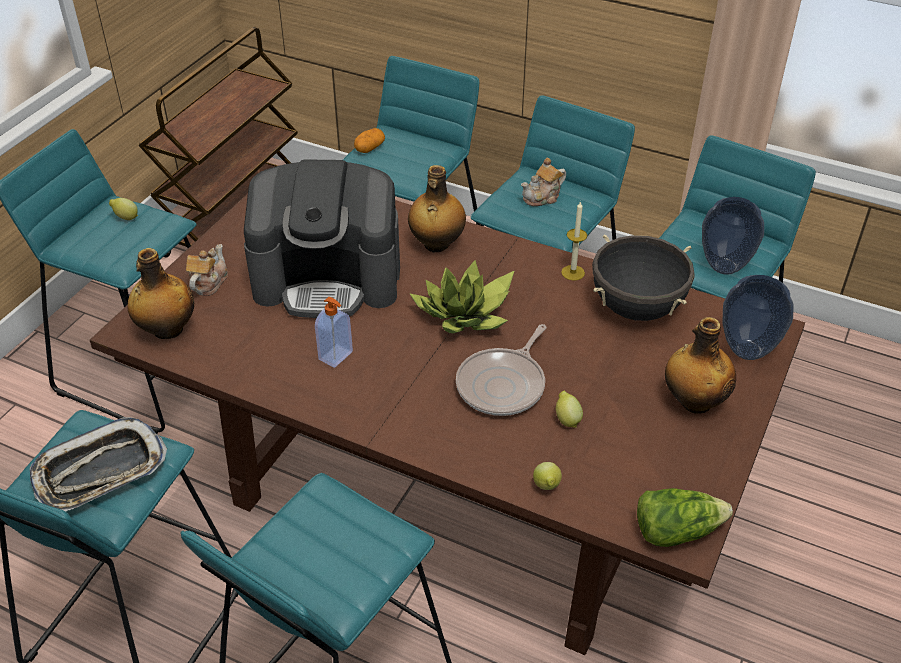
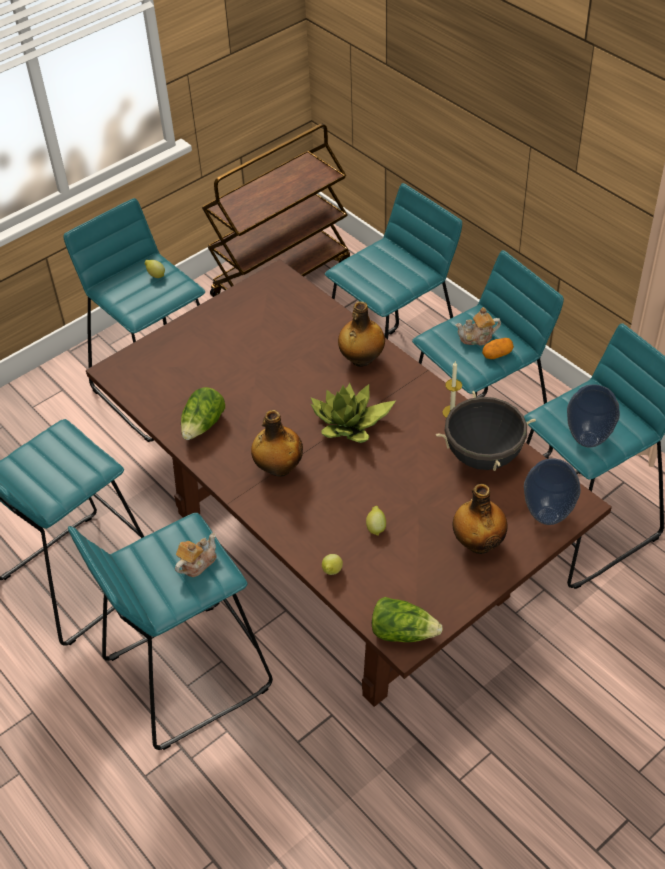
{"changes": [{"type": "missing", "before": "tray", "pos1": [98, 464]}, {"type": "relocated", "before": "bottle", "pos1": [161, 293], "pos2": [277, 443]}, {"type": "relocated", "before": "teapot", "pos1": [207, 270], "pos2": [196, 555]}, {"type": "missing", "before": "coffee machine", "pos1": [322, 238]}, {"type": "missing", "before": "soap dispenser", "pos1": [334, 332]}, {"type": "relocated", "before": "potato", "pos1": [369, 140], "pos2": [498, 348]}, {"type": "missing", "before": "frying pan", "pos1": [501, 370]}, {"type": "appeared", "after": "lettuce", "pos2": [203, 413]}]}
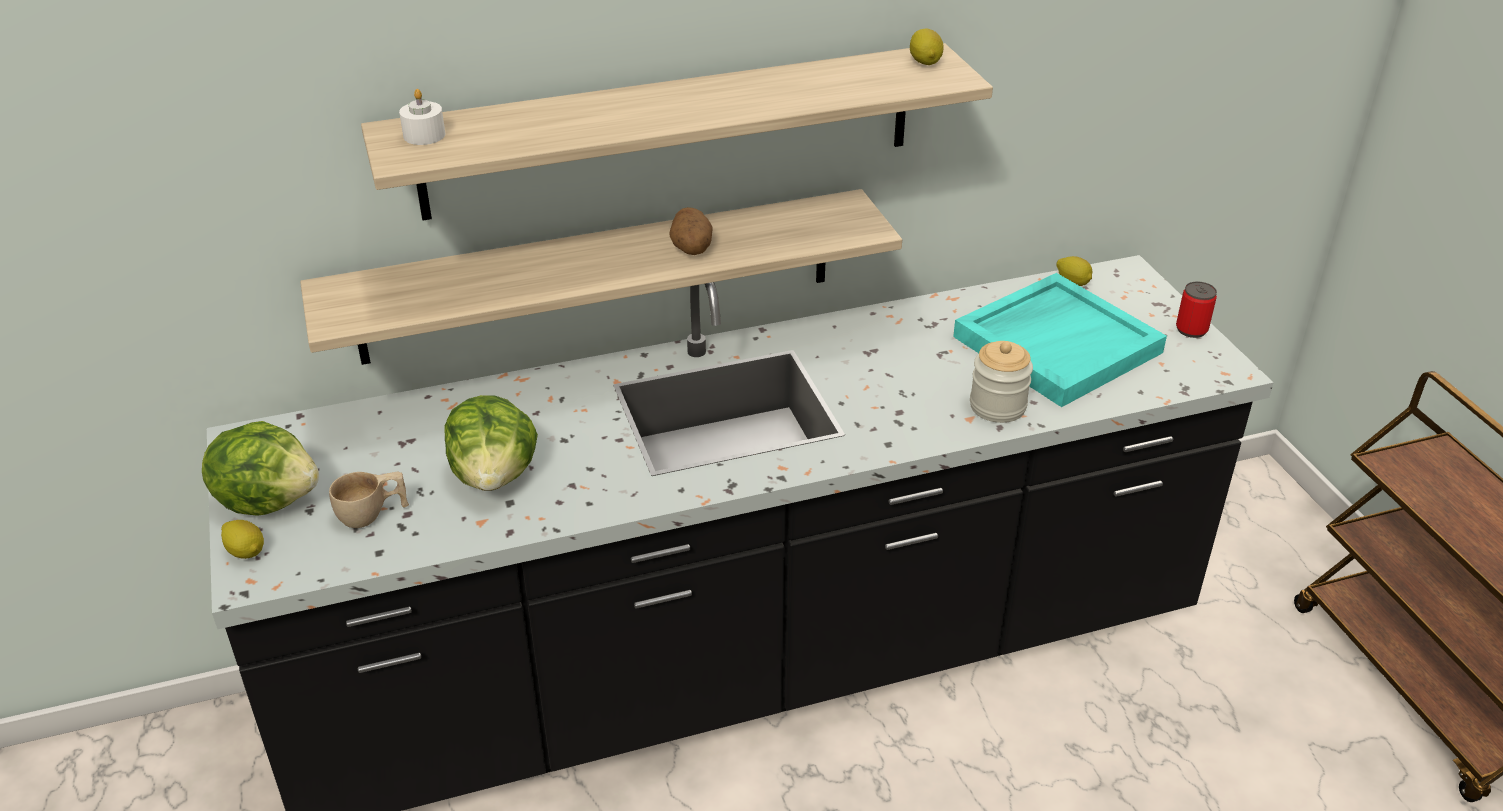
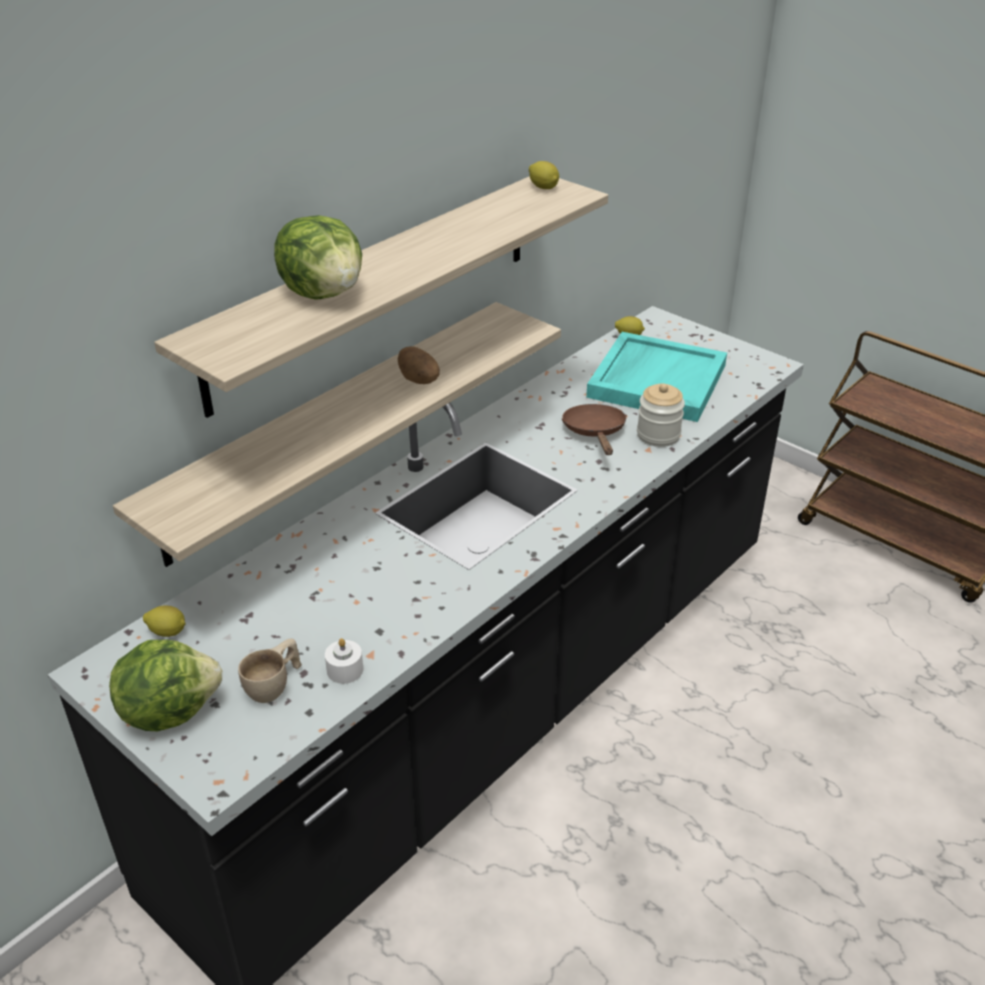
{"changes": [{"type": "relocated", "before": "lemon", "pos1": [242, 539], "pos2": [164, 621]}, {"type": "relocated", "before": "white candle", "pos1": [422, 117], "pos2": [344, 661]}, {"type": "relocated", "before": "lettuce", "pos1": [491, 443], "pos2": [318, 257]}, {"type": "missing", "before": "can", "pos1": [1196, 309]}, {"type": "appeared", "after": "brown frying pan", "pos2": [594, 429]}]}
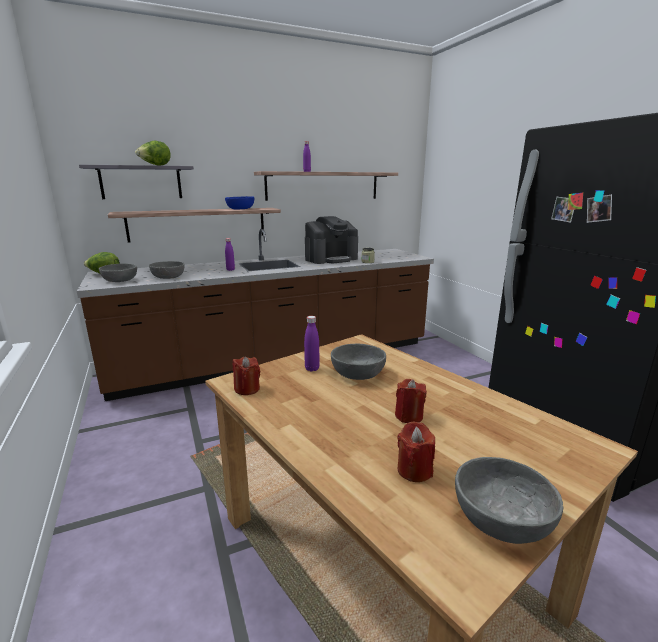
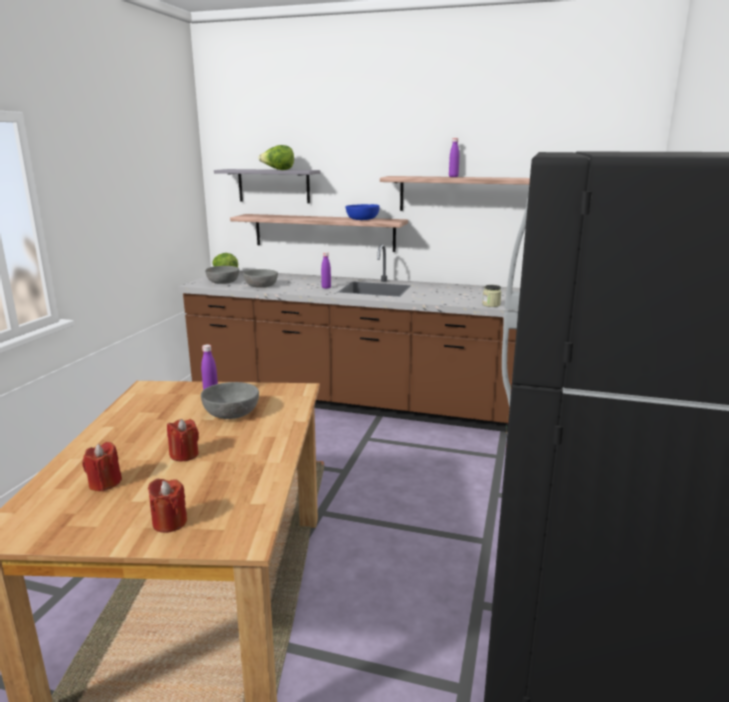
{"changes": [{"type": "relocated", "before": "red candle", "pos1": [246, 375], "pos2": [167, 506]}, {"type": "missing", "before": "coffee machine", "pos1": [331, 240]}, {"type": "missing", "before": "grey bowl", "pos1": [509, 500]}]}
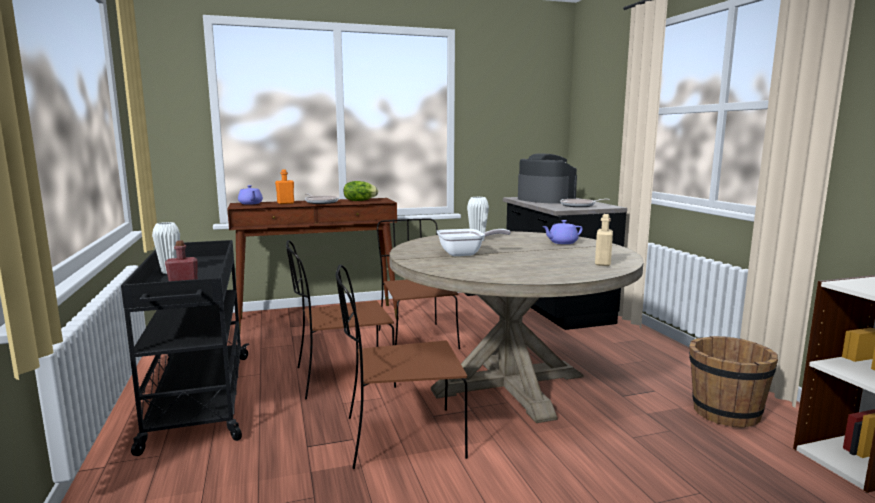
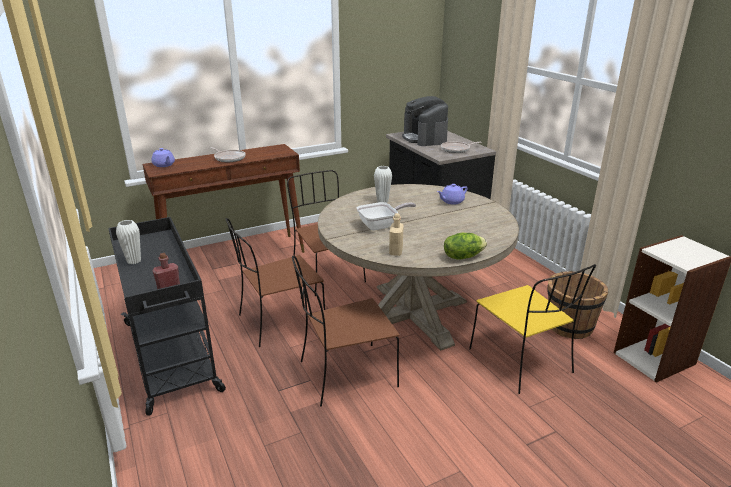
{"changes": [{"type": "missing", "before": "orange bottle", "pos1": [284, 186]}, {"type": "relocated", "before": "lettuce", "pos1": [360, 191], "pos2": [465, 246]}, {"type": "spun", "before": "coffee machine", "pos1": [547, 178], "pos2": [425, 121], "turn": -150}, {"type": "relocated", "before": "beige bottle", "pos1": [604, 240], "pos2": [396, 234]}, {"type": "appeared", "after": "yellow chair", "pos2": [532, 329]}]}
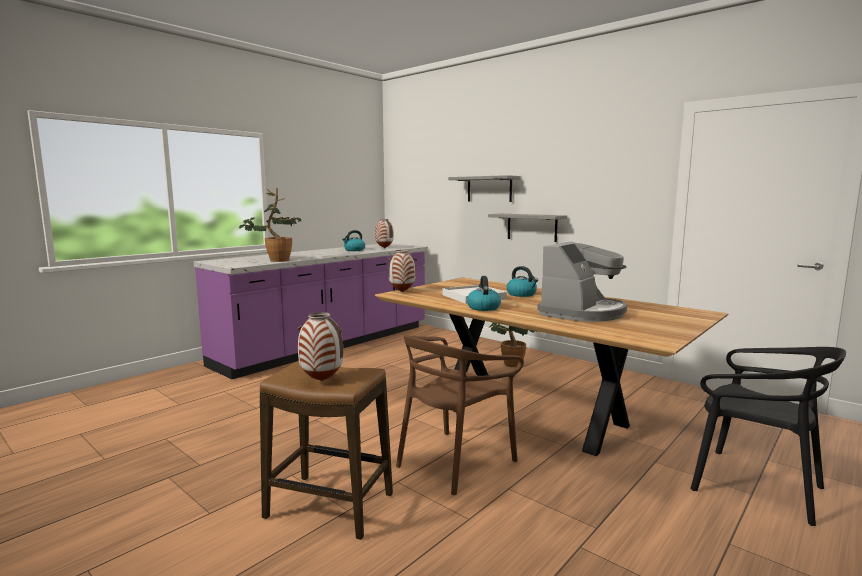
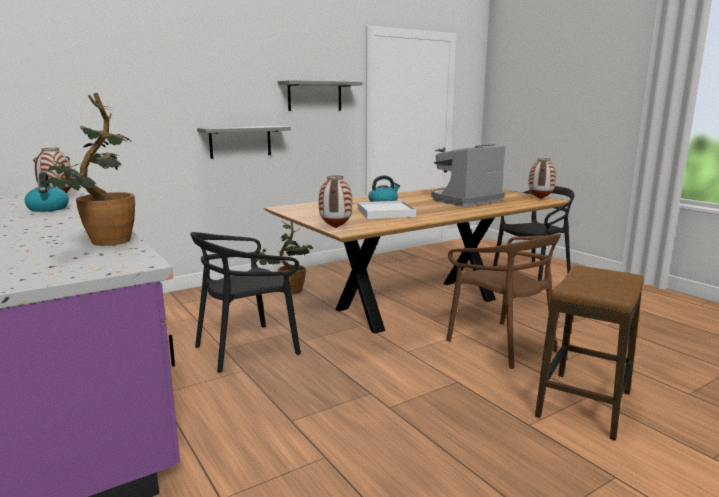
{"changes": [{"type": "relocated", "before": "vase", "pos1": [320, 346], "pos2": [542, 178]}, {"type": "relocated", "before": "grey shelf", "pos1": [484, 188], "pos2": [320, 95]}, {"type": "missing", "before": "kettle", "pos1": [484, 293]}, {"type": "spun", "before": "coffee machine", "pos1": [582, 281], "pos2": [468, 175], "turn": -90}, {"type": "appeared", "after": "black chair", "pos2": [245, 302]}]}
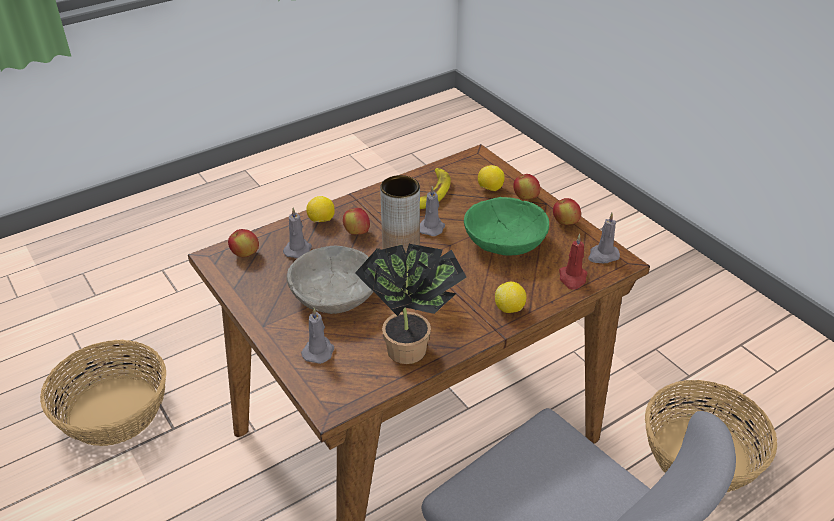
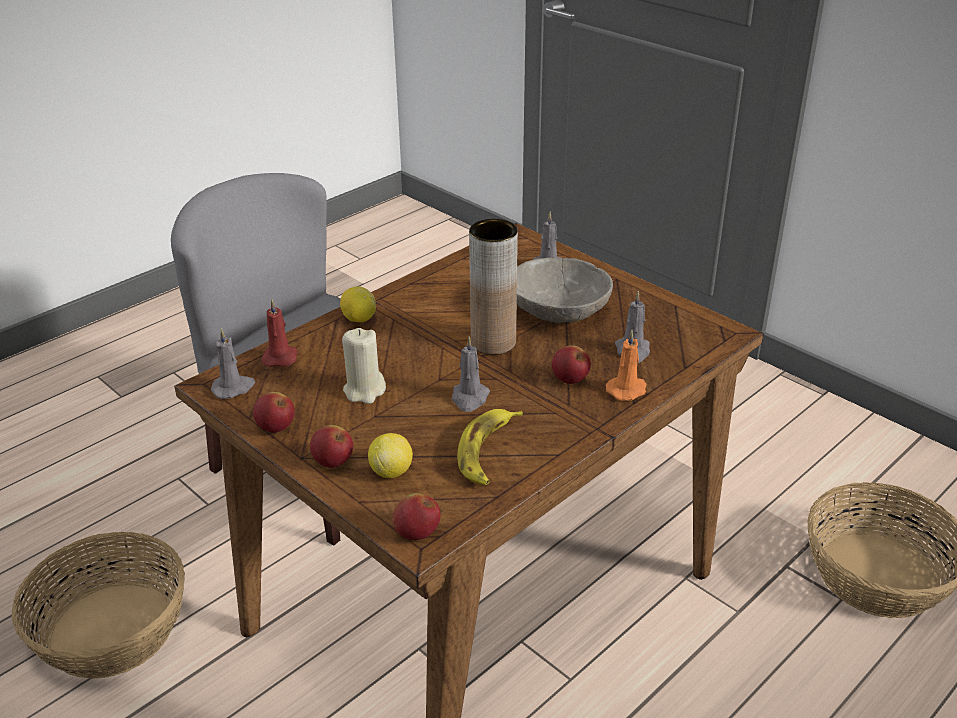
{"changes": [{"type": "relocated", "before": "apple", "pos1": [243, 243], "pos2": [416, 516]}, {"type": "exchanged", "before": "lemon", "after": "orange candle", "pos1": [320, 209], "pos2": [626, 365]}, {"type": "missing", "before": "potted plant", "pos1": [410, 304]}, {"type": "exchanged", "before": "green bowl", "after": "beige candle", "pos1": [506, 226], "pos2": [364, 366]}]}
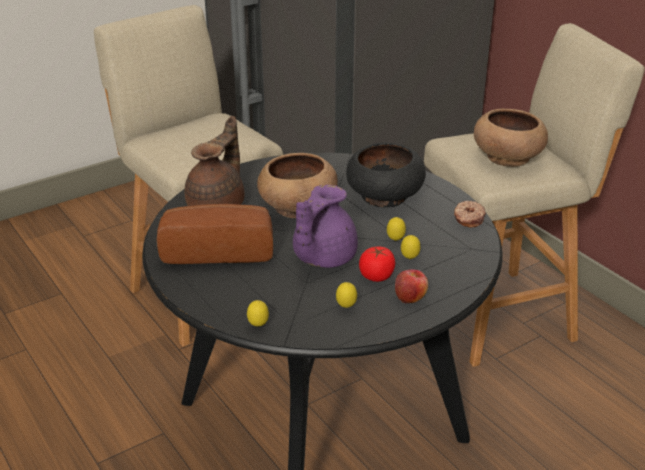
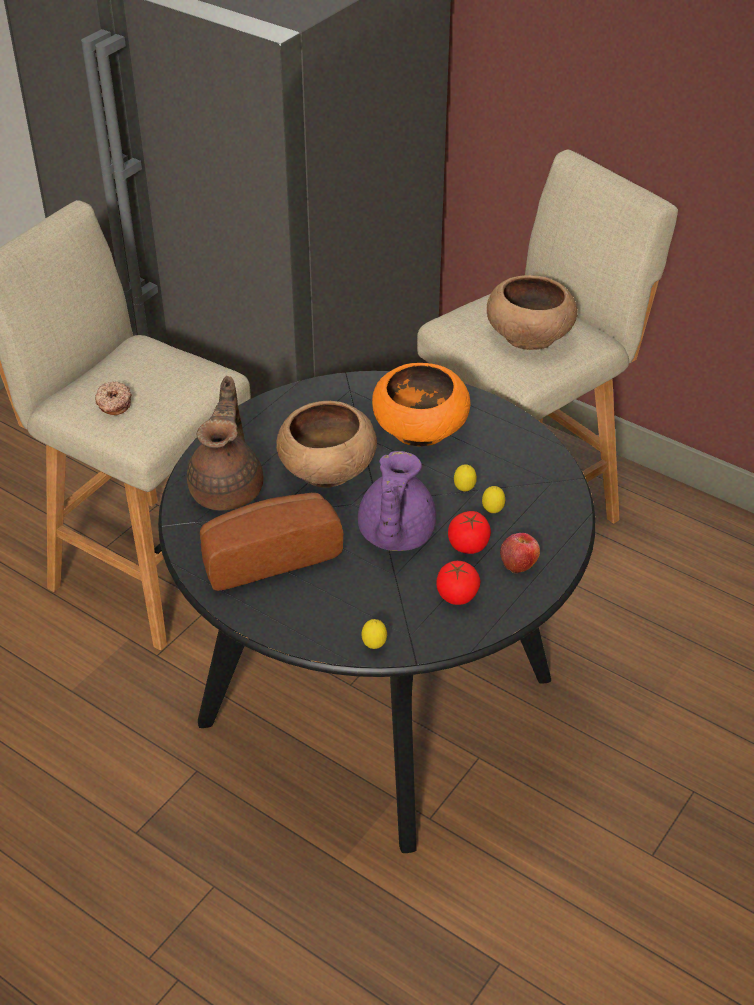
{"changes": [{"type": "exchanged", "before": "lemon", "after": "tomato", "pos1": [346, 295], "pos2": [458, 583]}, {"type": "colour", "before": "black bowl", "after": "orange bowl", "pos1": [386, 174], "pos2": [421, 405]}, {"type": "relocated", "before": "donut", "pos1": [470, 214], "pos2": [113, 398]}]}
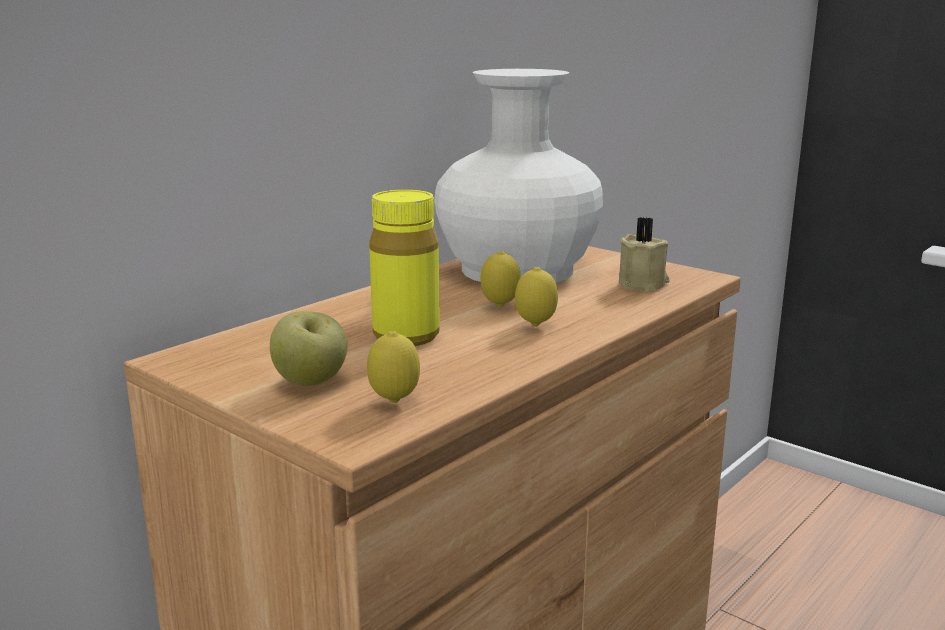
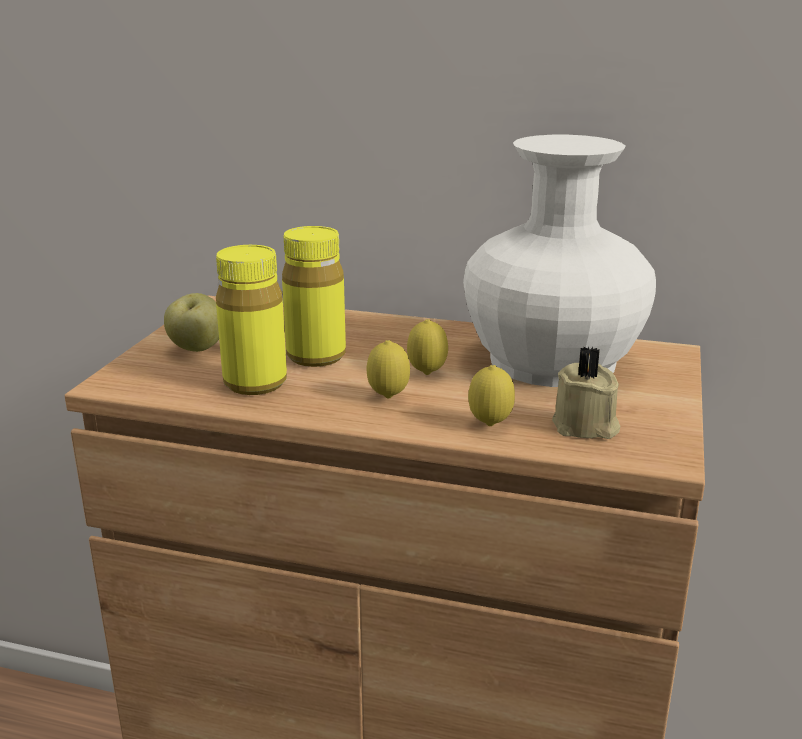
{"changes": [{"type": "relocated", "before": "lemon", "pos1": [393, 367], "pos2": [491, 395]}, {"type": "appeared", "after": "yellow bottle", "pos2": [251, 320]}]}
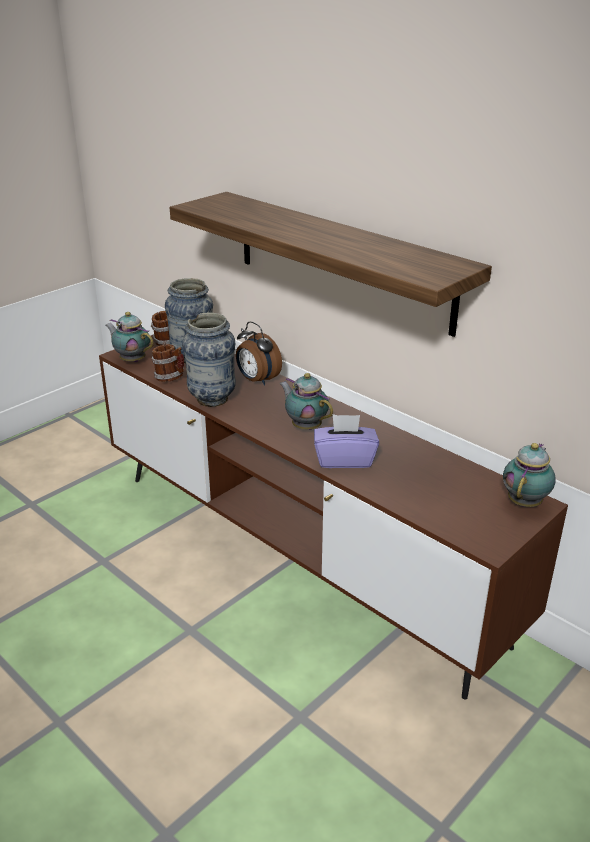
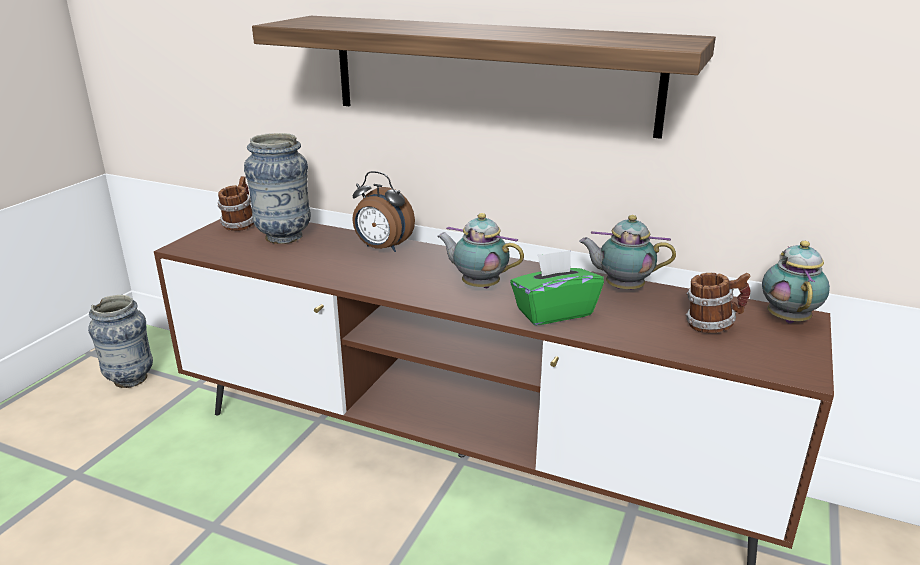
{"changes": [{"type": "relocated", "before": "teapot", "pos1": [129, 337], "pos2": [627, 252]}, {"type": "relocated", "before": "mug", "pos1": [167, 363], "pos2": [718, 303]}, {"type": "relocated", "before": "vase", "pos1": [209, 360], "pos2": [120, 341]}, {"type": "colour", "before": "purple tissue box", "after": "green tissue box", "pos1": [346, 441], "pos2": [557, 287]}]}
